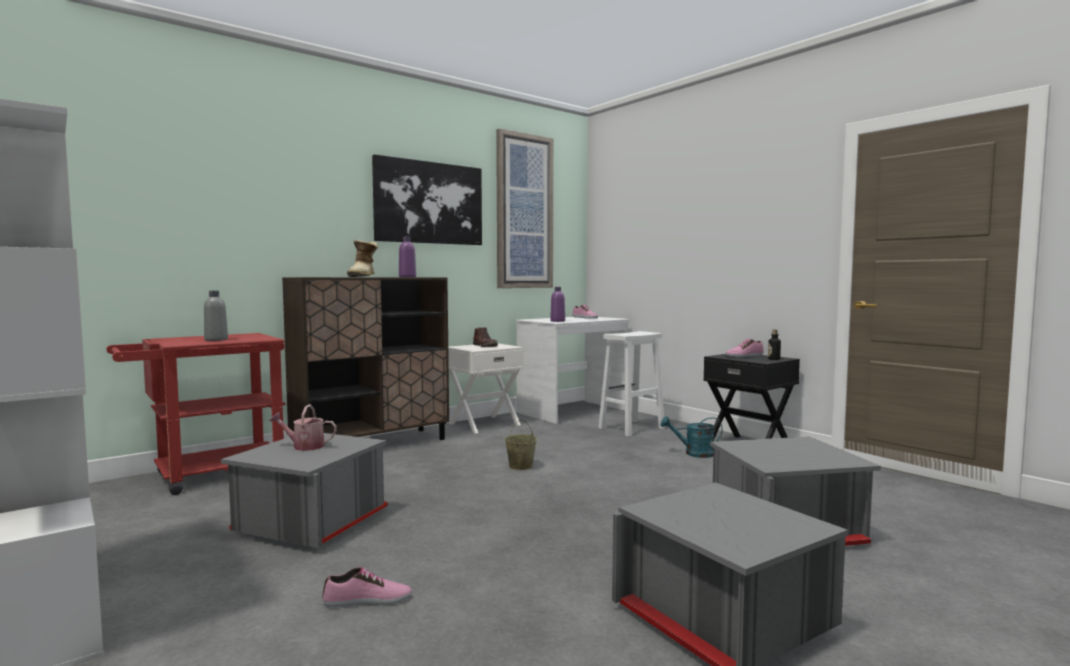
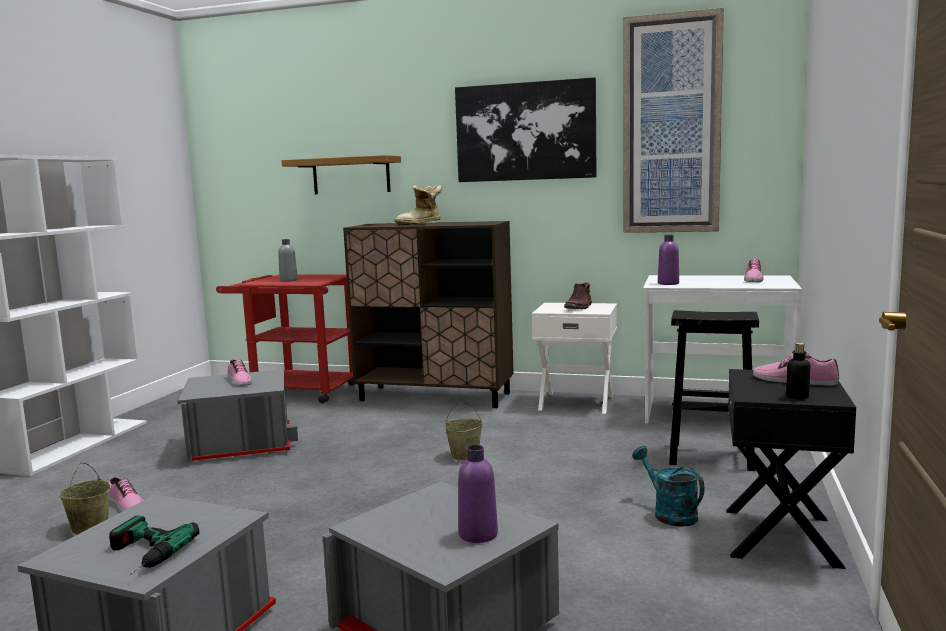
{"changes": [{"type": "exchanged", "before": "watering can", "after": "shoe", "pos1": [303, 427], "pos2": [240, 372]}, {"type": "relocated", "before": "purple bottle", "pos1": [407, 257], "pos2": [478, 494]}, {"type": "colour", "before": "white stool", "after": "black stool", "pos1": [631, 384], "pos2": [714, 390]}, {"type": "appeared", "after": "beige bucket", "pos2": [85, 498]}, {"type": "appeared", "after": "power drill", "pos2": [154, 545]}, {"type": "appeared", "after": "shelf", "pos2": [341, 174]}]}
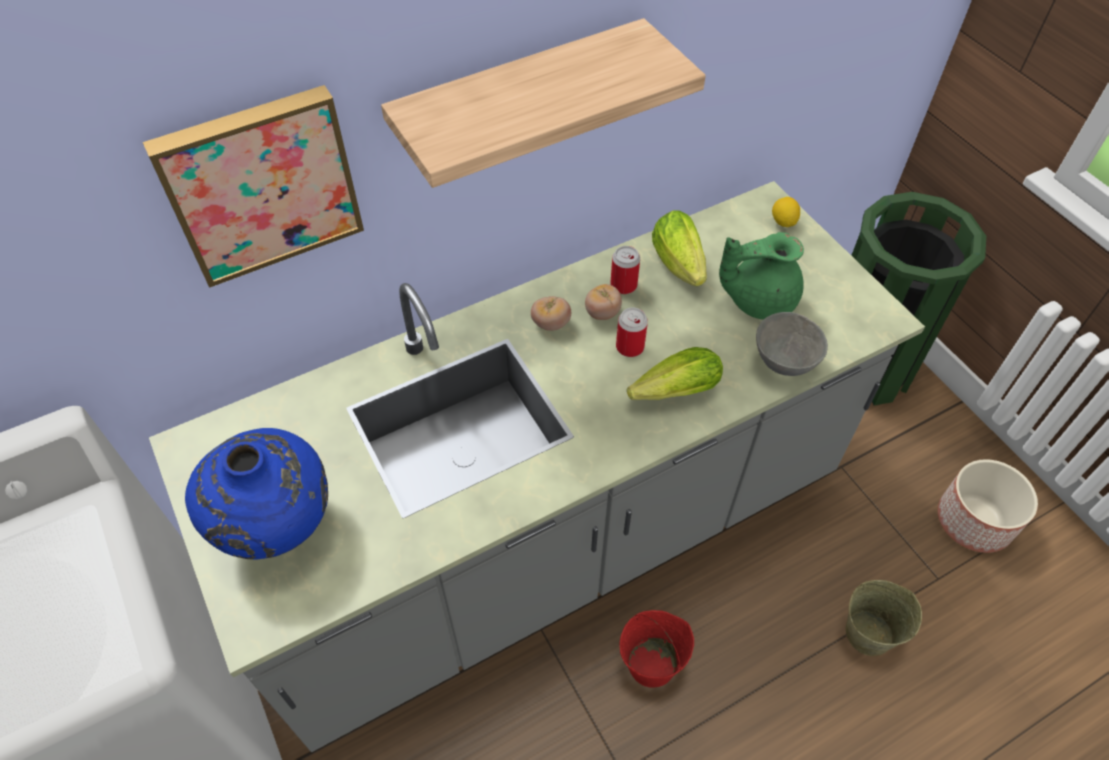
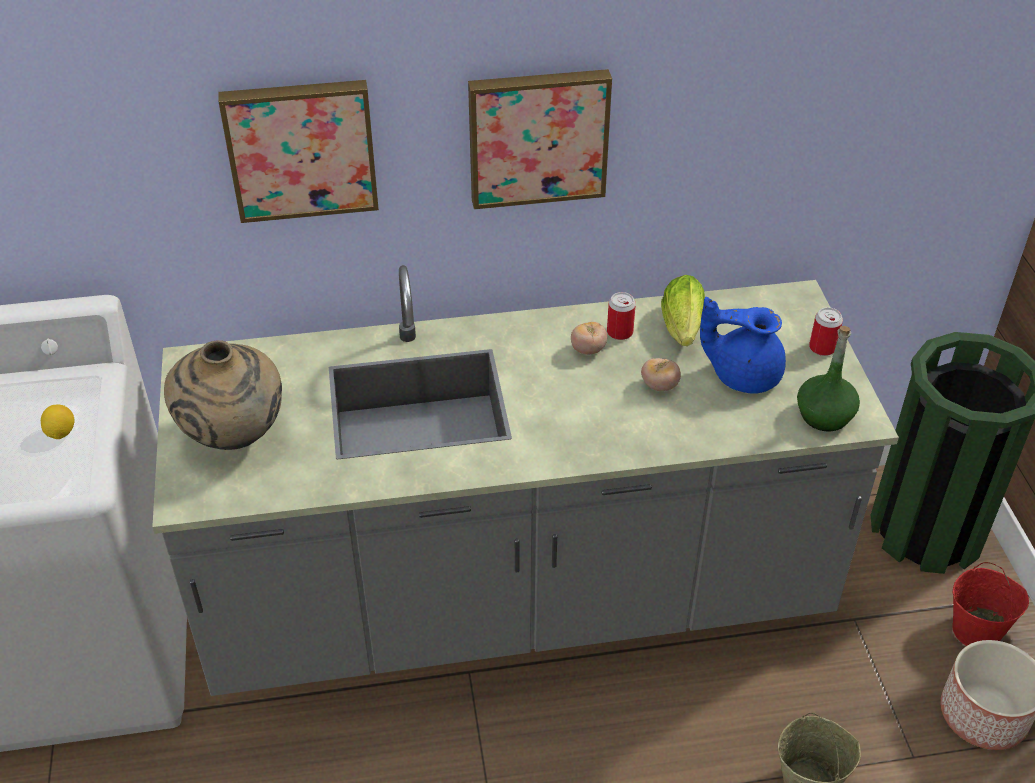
{"changes": [{"type": "colour", "before": "blue vase", "after": "beige vase", "pos1": [256, 494], "pos2": [223, 395]}, {"type": "exchanged", "before": "shelf", "after": "picture", "pos1": [543, 103], "pos2": [540, 139]}, {"type": "relocated", "before": "tomato", "pos1": [551, 313], "pos2": [661, 374]}, {"type": "relocated", "before": "can", "pos1": [632, 332], "pos2": [826, 331]}, {"type": "relocated", "before": "red bucket", "pos1": [657, 648], "pos2": [990, 604]}, {"type": "missing", "before": "lettuce", "pos1": [675, 373]}, {"type": "colour", "before": "green teapot", "after": "blue teapot", "pos1": [761, 276], "pos2": [743, 345]}, {"type": "missing", "before": "grey bowl", "pos1": [792, 344]}, {"type": "relocated", "before": "lemon", "pos1": [786, 212], "pos2": [58, 422]}, {"type": "appeared", "after": "green bottle", "pos2": [828, 379]}]}
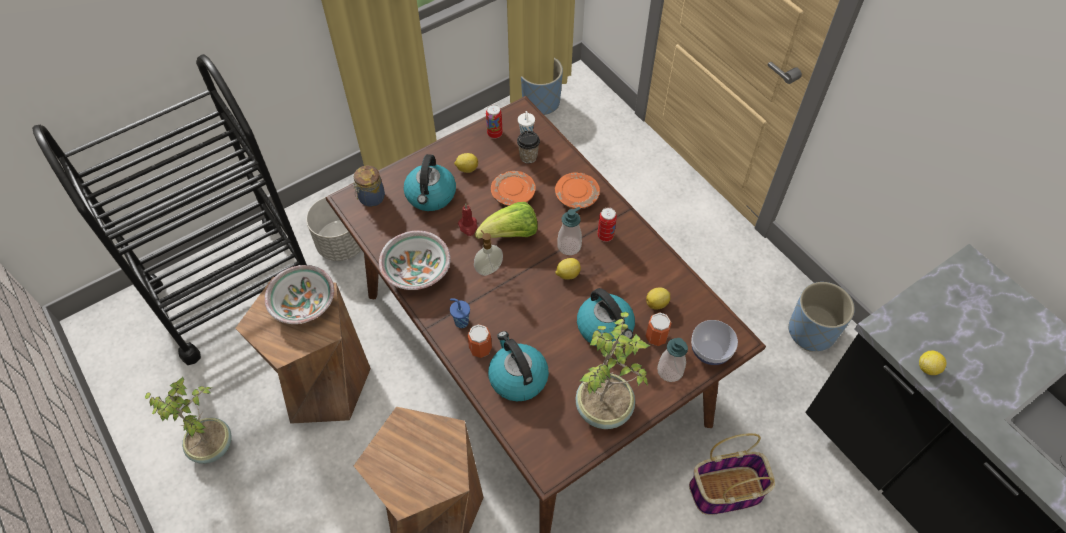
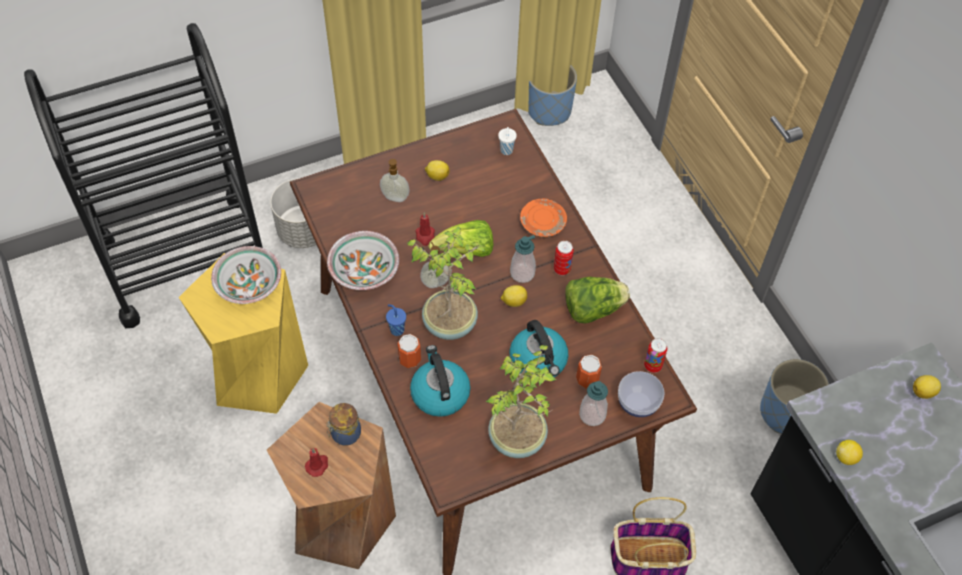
{"changes": [{"type": "relocated", "before": "potted plant", "pos1": [188, 420], "pos2": [447, 283]}, {"type": "colour", "before": "brown stool", "after": "yellow stool", "pos1": [303, 350], "pos2": [243, 333]}, {"type": "relocated", "before": "jar", "pos1": [369, 186], "pos2": [343, 424]}, {"type": "exchanged", "before": "kettle", "after": "soap dispenser", "pos1": [430, 182], "pos2": [395, 180]}, {"type": "relocated", "before": "can", "pos1": [494, 121], "pos2": [655, 355]}, {"type": "missing", "before": "orange plate", "pos1": [513, 188]}, {"type": "missing", "before": "cup", "pos1": [528, 147]}, {"type": "relocated", "before": "lemon", "pos1": [658, 299], "pos2": [927, 387]}, {"type": "appeared", "after": "red candle", "pos2": [316, 462]}, {"type": "appeared", "after": "lettuce", "pos2": [598, 300]}]}
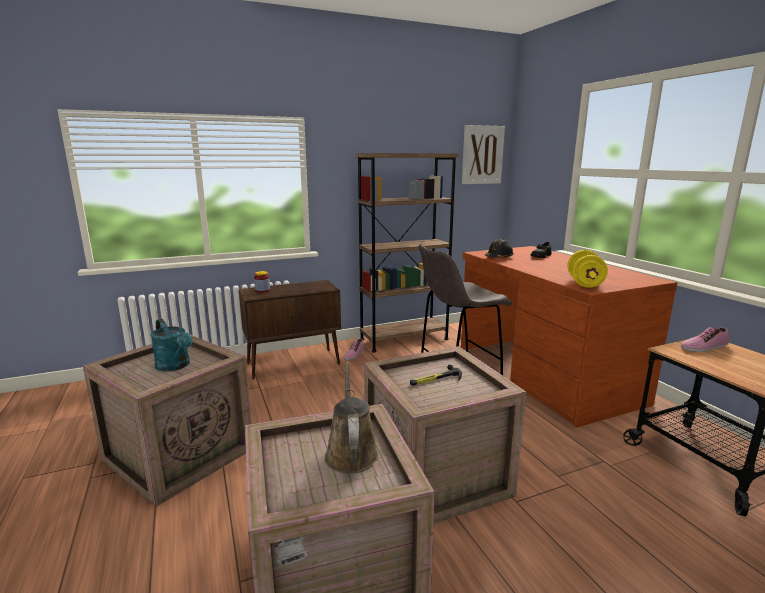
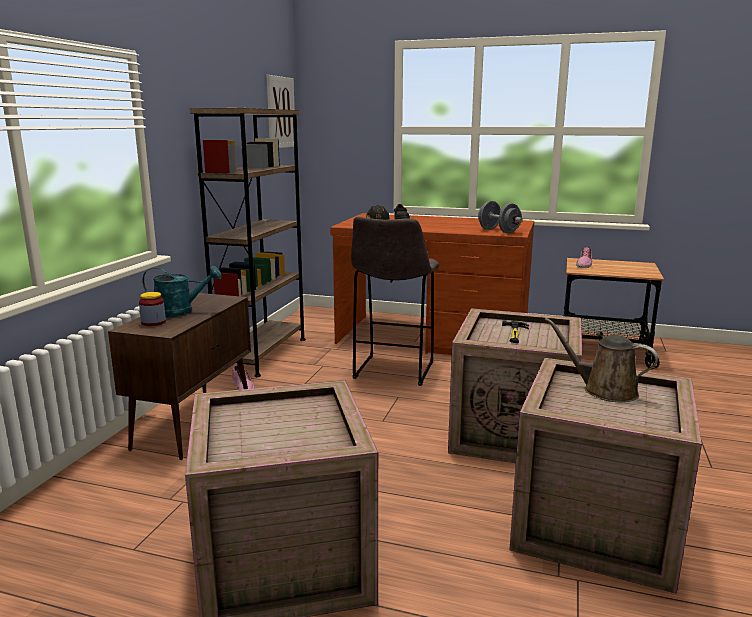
{"changes": [{"type": "relocated", "before": "turquoise watering can", "pos1": [171, 345], "pos2": [182, 291]}, {"type": "colour", "before": "yellow dumbbell", "after": "grey dumbbell", "pos1": [587, 269], "pos2": [500, 217]}]}
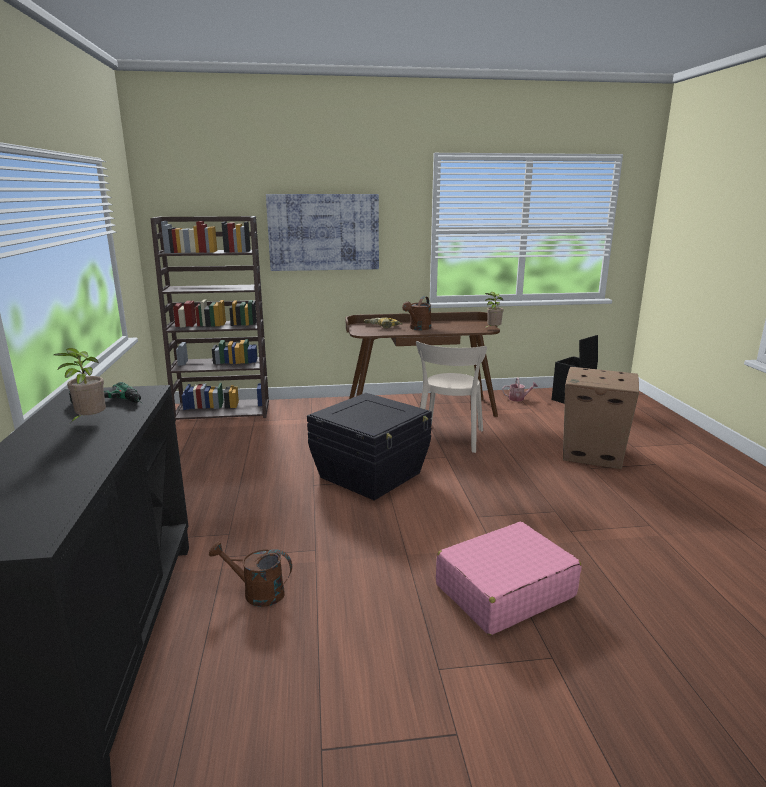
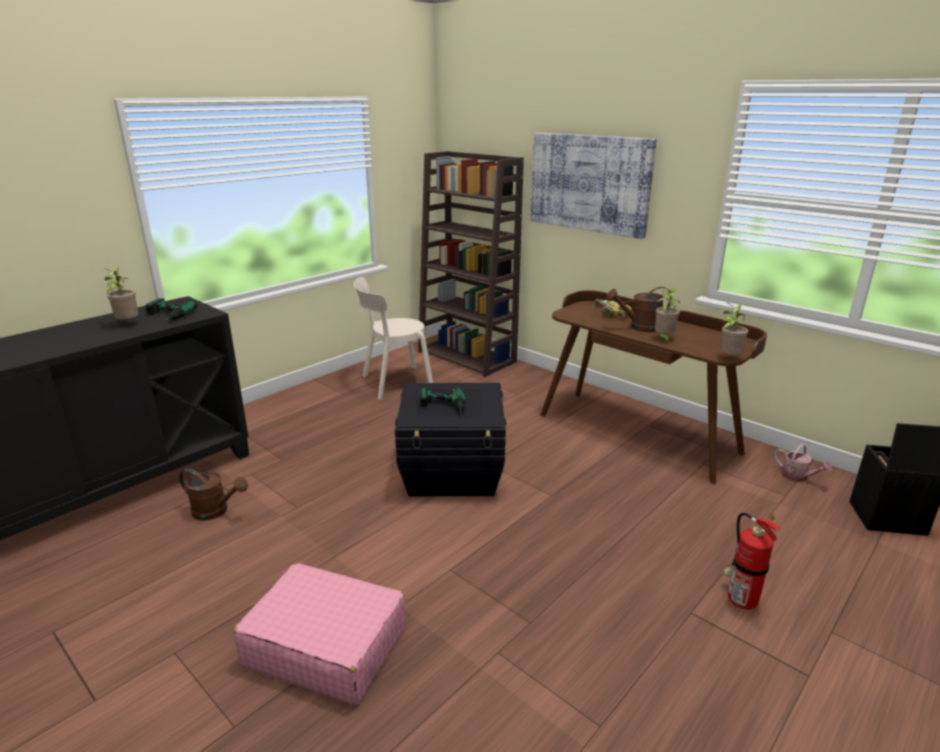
{"changes": [{"type": "spun", "before": "brown watering can", "pos1": [250, 574], "pos2": [213, 494], "turn": 135}, {"type": "relocated", "before": "beige chair", "pos1": [451, 397], "pos2": [393, 338]}, {"type": "exchanged", "before": "cardboard box", "after": "fire extinguisher", "pos1": [601, 418], "pos2": [752, 561]}, {"type": "appeared", "after": "power drill", "pos2": [443, 401]}, {"type": "appeared", "after": "potted plant", "pos2": [667, 316]}]}
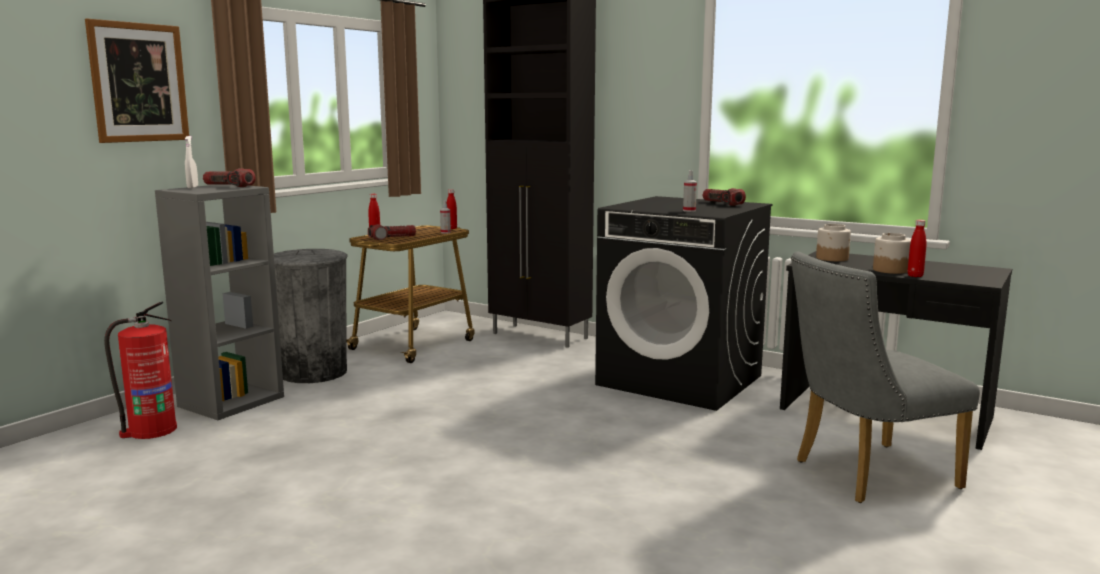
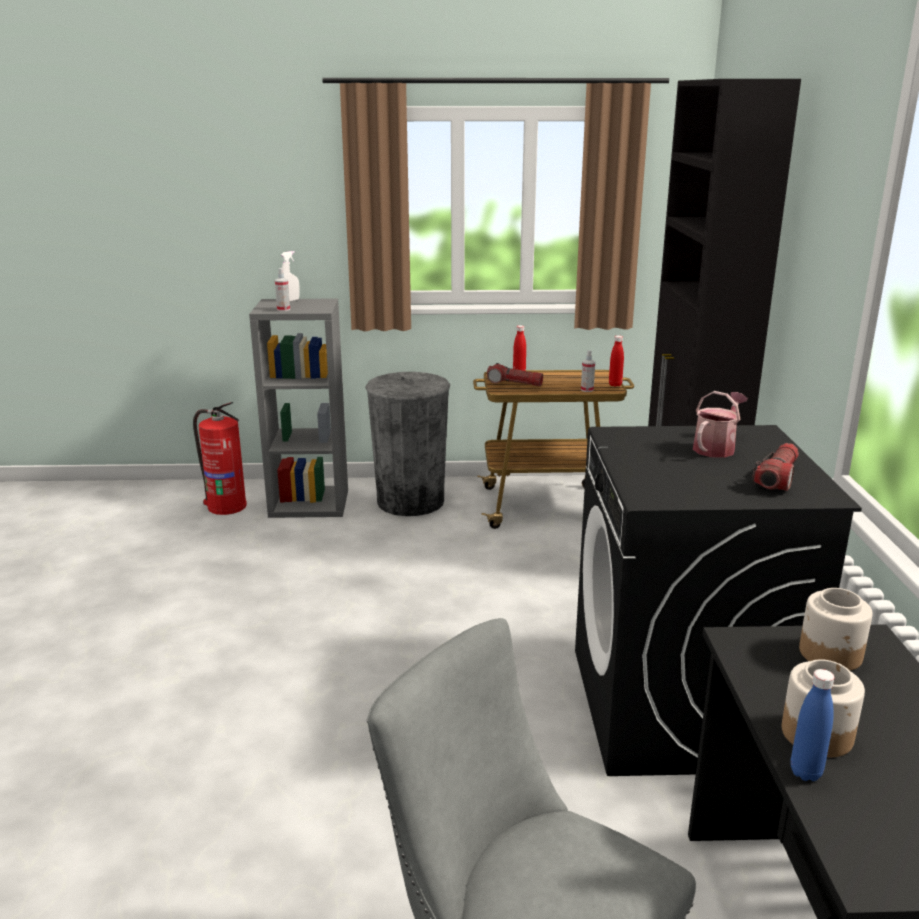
{"changes": [{"type": "missing", "before": "picture", "pos1": [137, 81]}, {"type": "missing", "before": "flashlight", "pos1": [229, 177]}, {"type": "relocated", "before": "spray bottle", "pos1": [690, 191], "pos2": [282, 289]}, {"type": "colour", "before": "red bottle", "after": "blue bottle", "pos1": [916, 248], "pos2": [812, 725]}, {"type": "appeared", "after": "watering can", "pos2": [720, 424]}]}
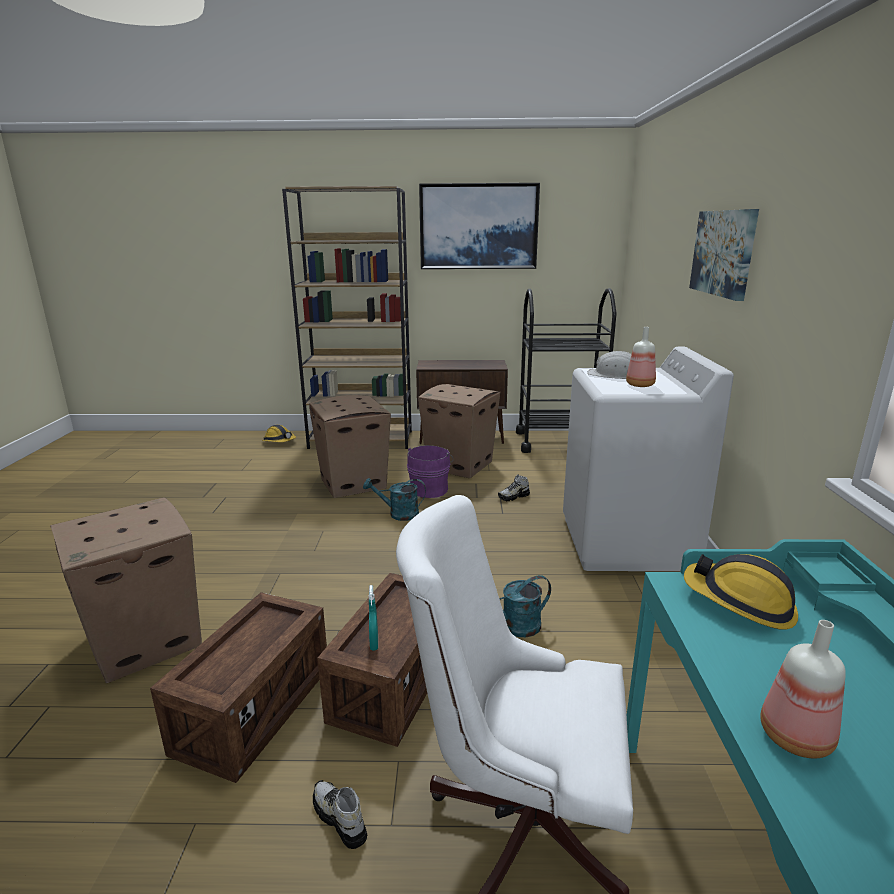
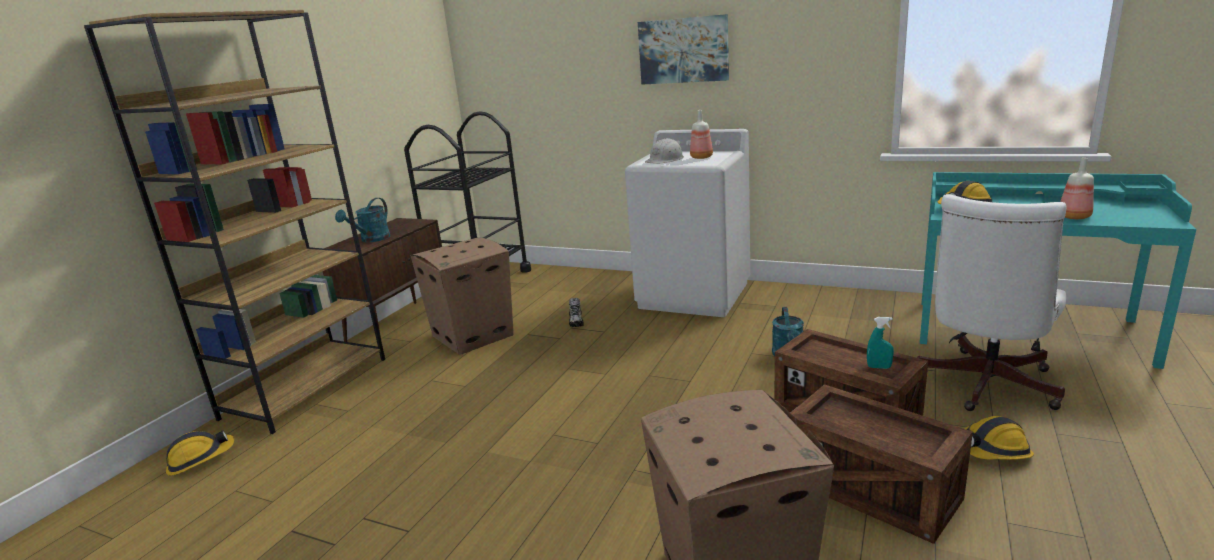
{"changes": [{"type": "missing", "before": "cardboard box", "pos1": [350, 446]}, {"type": "exchanged", "before": "shoe", "after": "hard hat", "pos1": [340, 814], "pos2": [999, 438]}, {"type": "relocated", "before": "turquoise watering can", "pos1": [394, 499], "pos2": [362, 220]}, {"type": "missing", "before": "purple bucket", "pos1": [430, 471]}, {"type": "missing", "before": "picture", "pos1": [479, 226]}]}
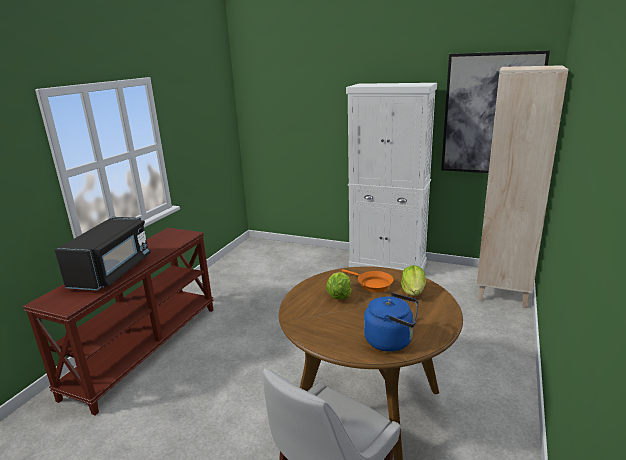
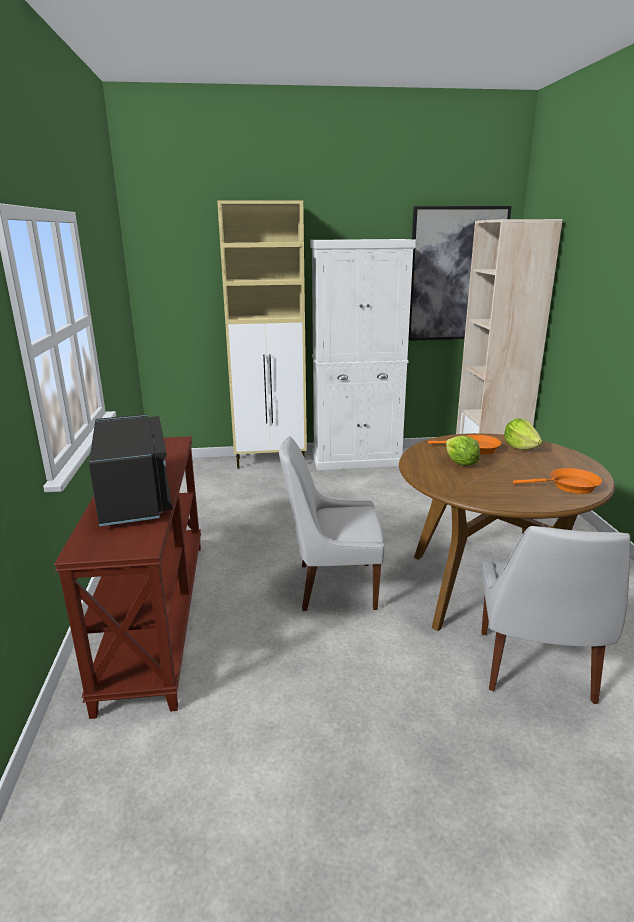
{"changes": [{"type": "exchanged", "before": "blue kettle", "after": "orange frying pan", "pos1": [391, 322], "pos2": [557, 481]}, {"type": "appeared", "after": "beige cabinet", "pos2": [262, 334]}, {"type": "appeared", "after": "white chair", "pos2": [332, 523]}]}
